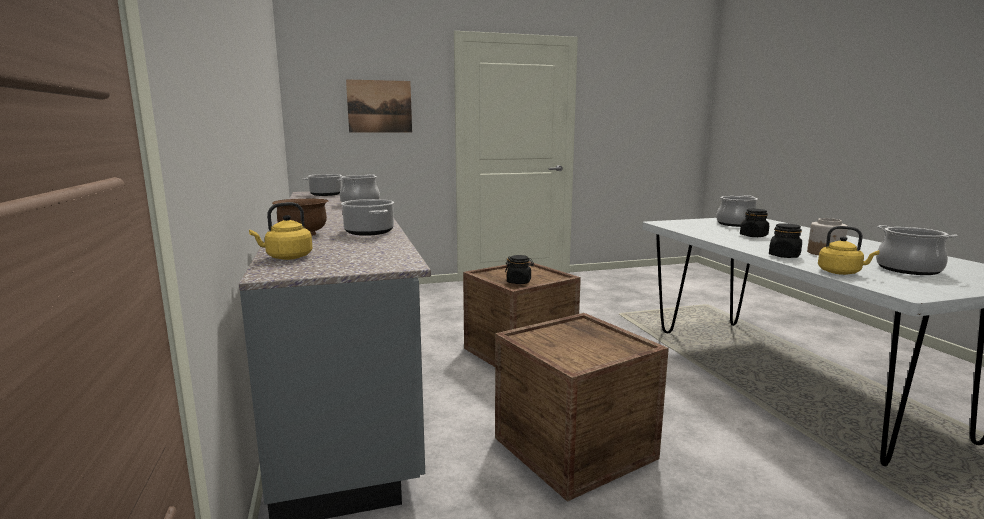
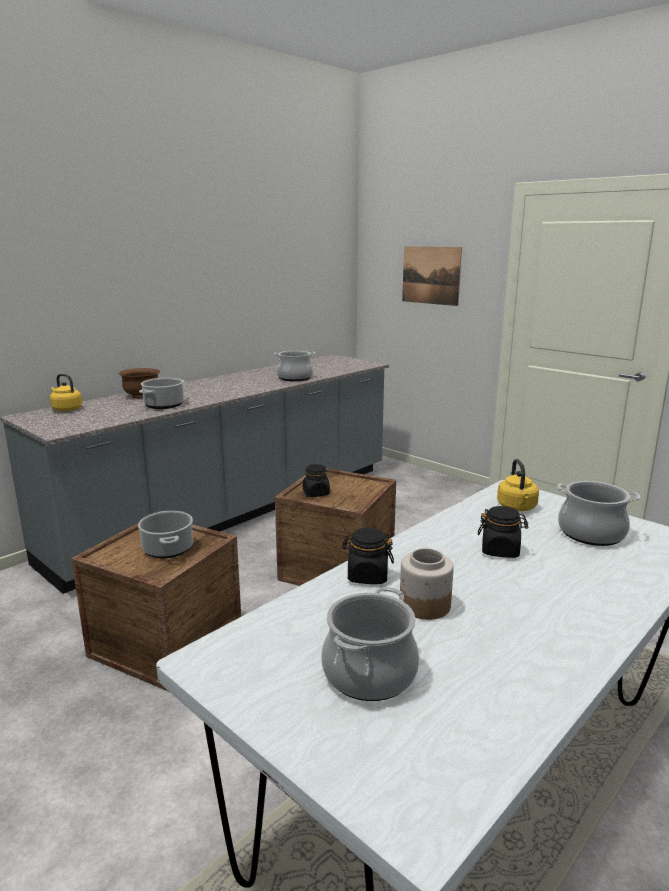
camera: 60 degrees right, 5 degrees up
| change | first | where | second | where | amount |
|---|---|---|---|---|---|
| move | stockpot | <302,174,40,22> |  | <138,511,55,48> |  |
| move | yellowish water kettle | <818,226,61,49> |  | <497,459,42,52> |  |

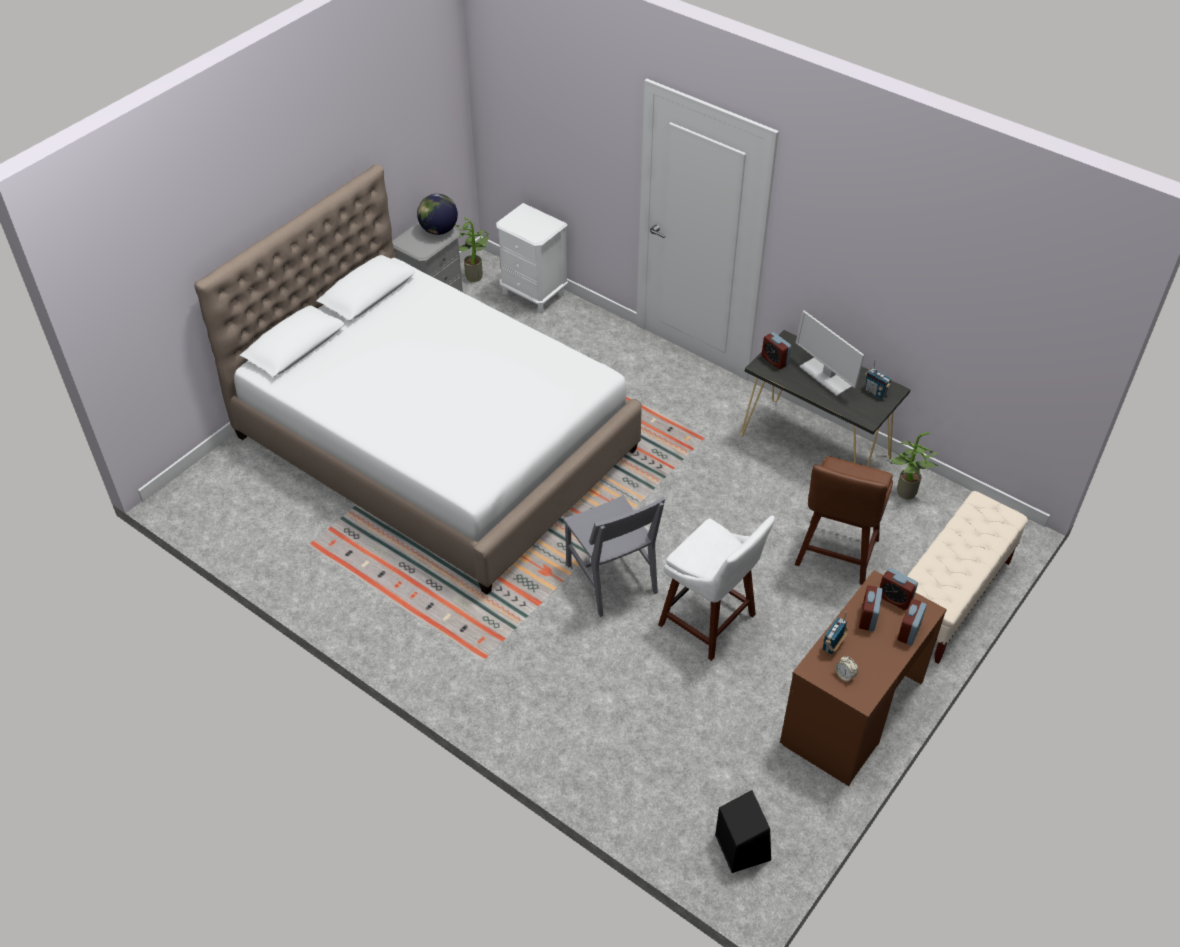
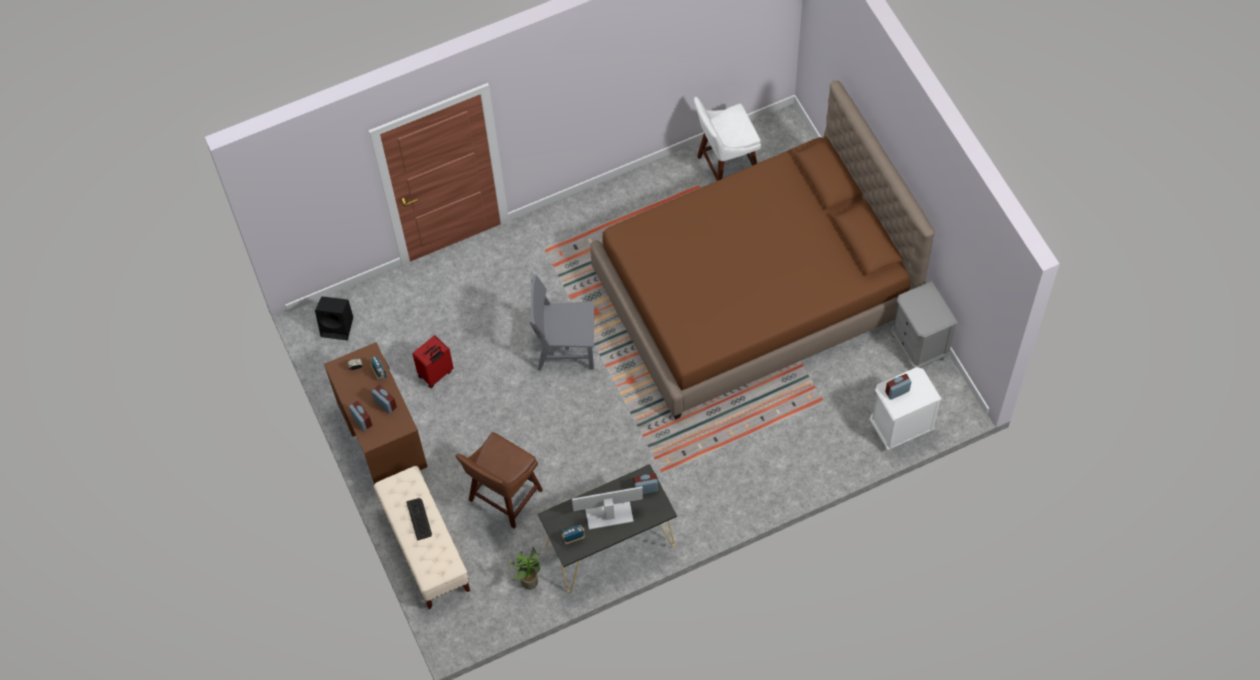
camera: 120 degrees right, 15 degrees up
| change | first | where | second | where | amount |
|---|---|---|---|---|---|
| insert |  |  | PC keyboard | <406,498,26,42> |  |
| insert |  |  | reddish travel case | <412,335,42,53> |  |
| rotate | brown-coloured upright chair | <795,456,98,129> |  | <456,432,87,96> | 105 degrees counterclockwise |
| recolor | white bedroom bed | <194,164,448,431> | brown-coloured bedroom bed | <590,81,345,339> |  |
| move | white upright chair | <658,516,117,145> |  | <694,97,67,84> |  |
| move | alarm clock | <880,568,38,42> |  | <885,374,26,26> |  |
| delete | world globe | <417,194,41,41> |  |  |  |
| delete | potted plant | <454,217,35,65> |  |  |  |

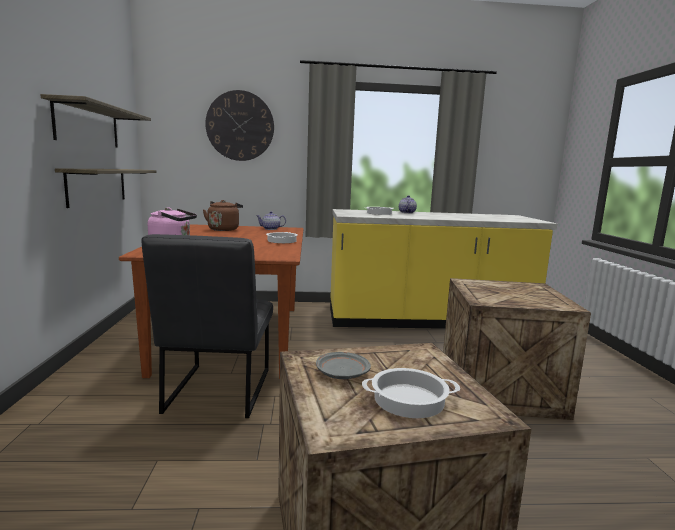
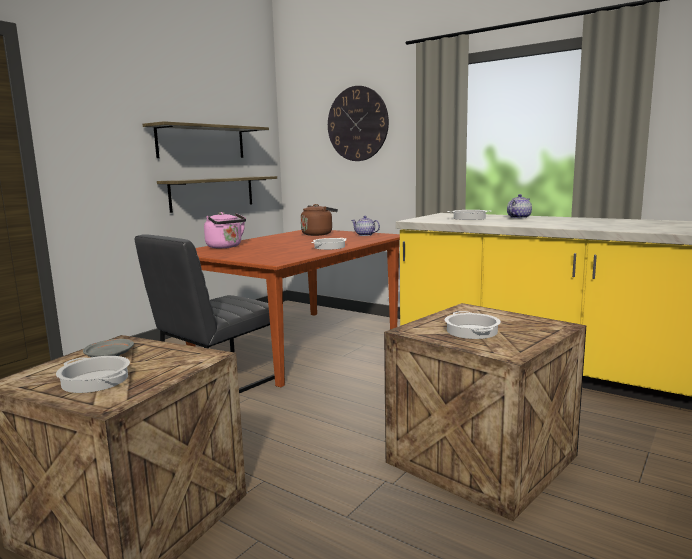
camera: 40 degrees right, 0 degrees up
| change | first | where | second | where | amount |
|---|---|---|---|---|---|
| insert |  |  | stockpot | <445,311,56,28> |  |

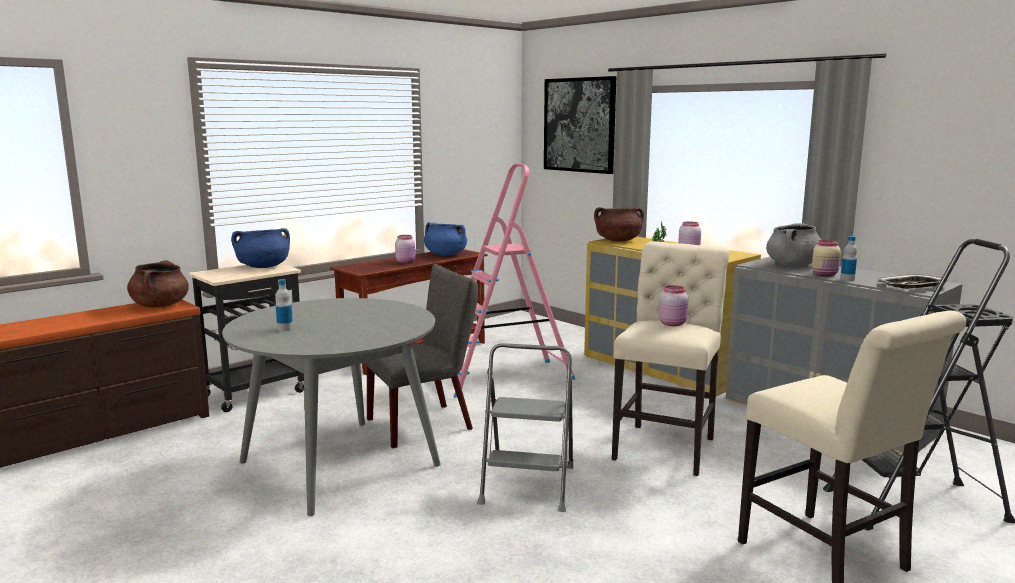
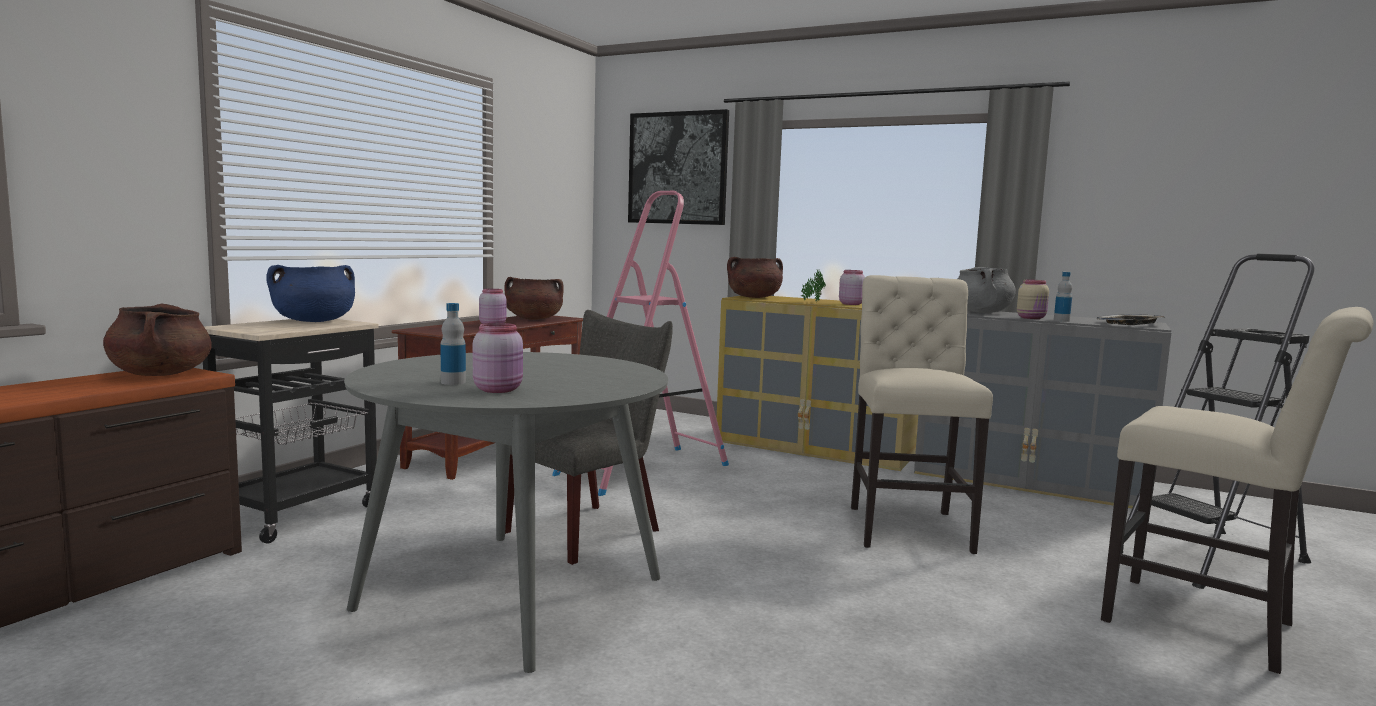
camera: 20 degrees left, 5 degrees down
| change | first | where | second | where | amount |
|---|---|---|---|---|---|
| move | pink storage jar | <659,285,29,41> |  | <473,323,50,70> |  |
| recolor | blue stockpot | <424,222,43,34> | brown-coloured stockpot | <504,277,60,43> |  |
| delete | grey step stool | <477,343,97,169> |  |  |  |

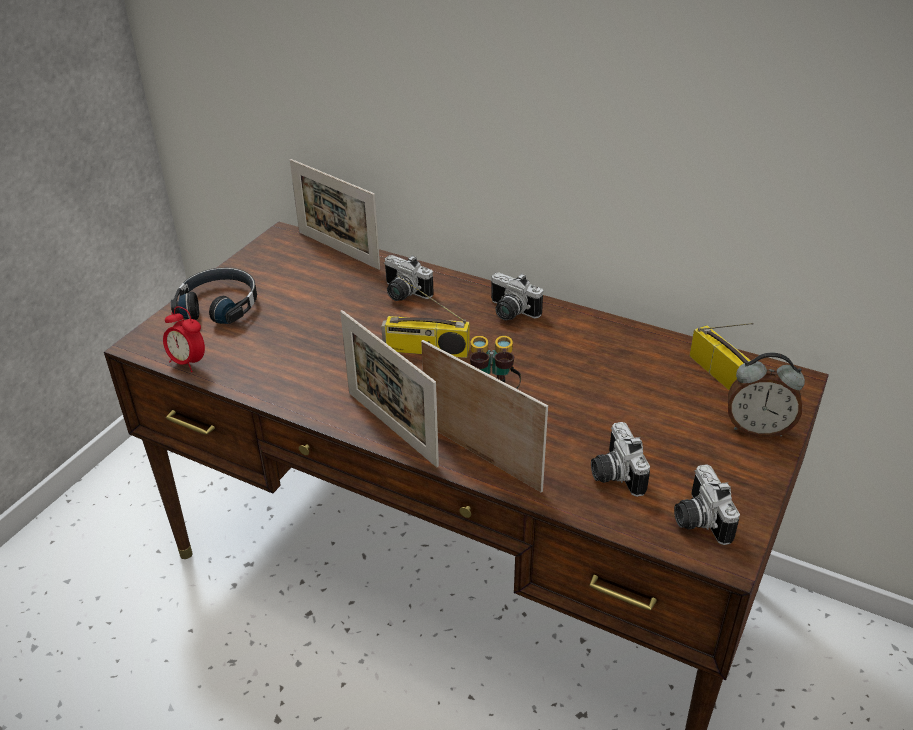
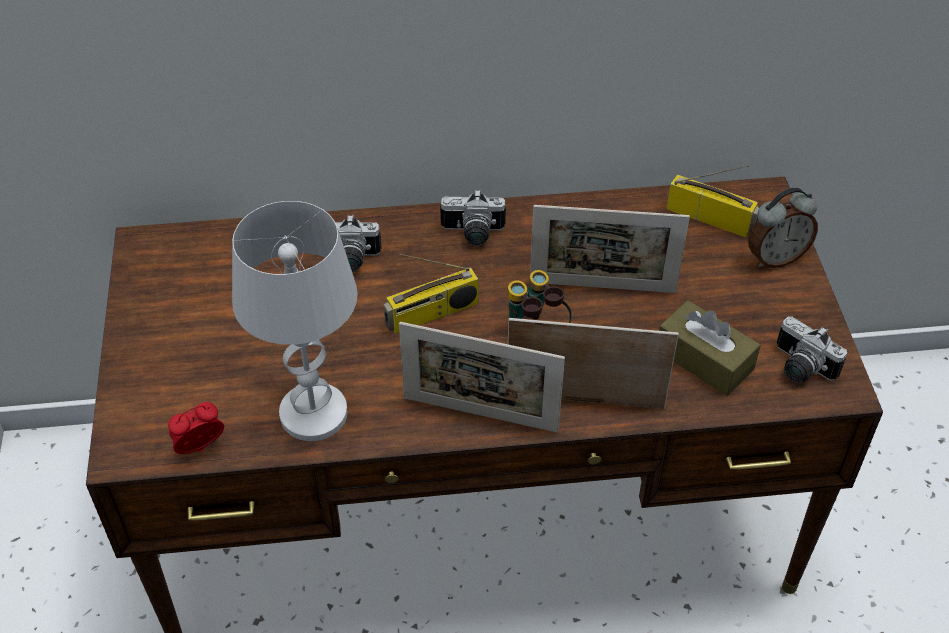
camera: 35 degrees left, 10 degrees up
| change | first | where | second | where | amount |
|---|---|---|---|---|---|
| rotate | alarm clock | <163,306,42,66> |  | <168,402,56,52> | 150 degrees clockwise |
| insert |  |  | white tabletop lamp | <232,201,126,240> |  |
| move | photo frame | <290,159,90,111> |  | <530,205,160,88> |  |
| replace | still camera | <591,422,59,75> | brown-coloured tissue box | <659,300,102,96> |  |
| delete | blackish pair of headphones | <171,268,86,56> |  |  |  |

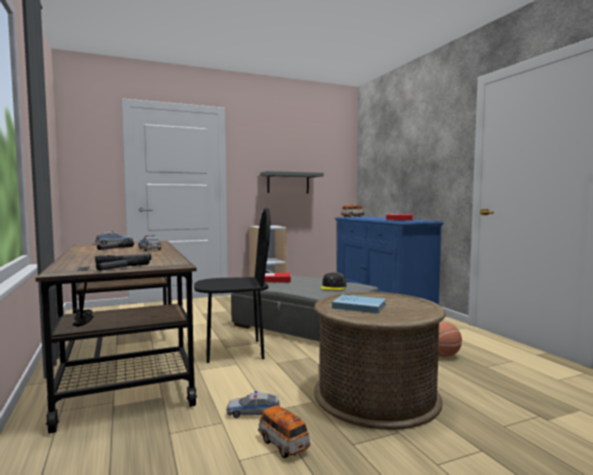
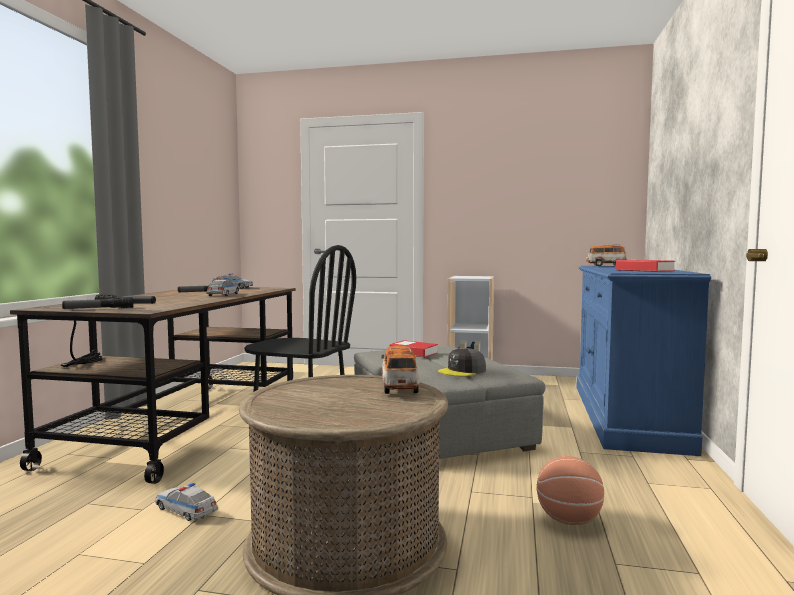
camera: 35 degrees right, 0 degrees up
| change | first | where | second | where | amount |
|---|---|---|---|---|---|
| move | toy car | <258,405,52,53> |  | <381,346,39,48> |  |
| delete | grey wall shelf | <260,171,64,22> |  |  |  |
| delete | blue volume | <332,295,54,19> |  |  |  |

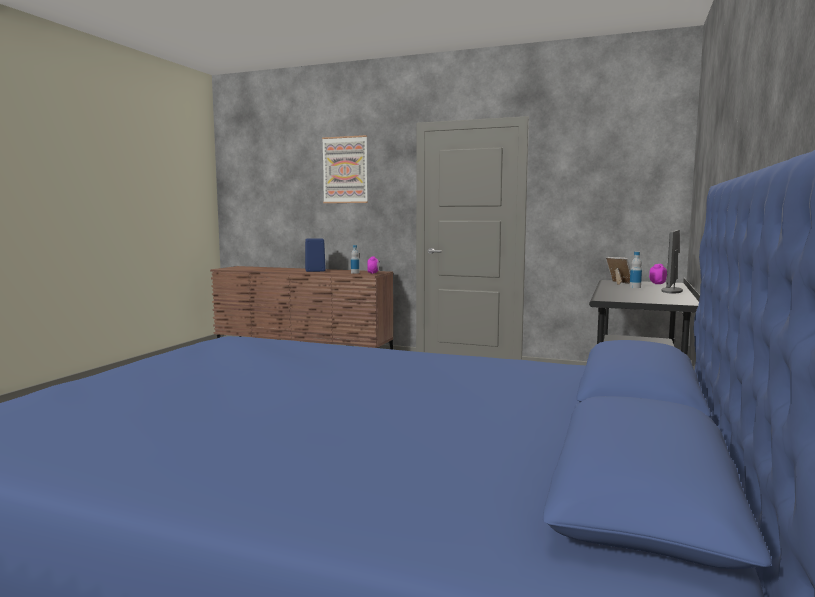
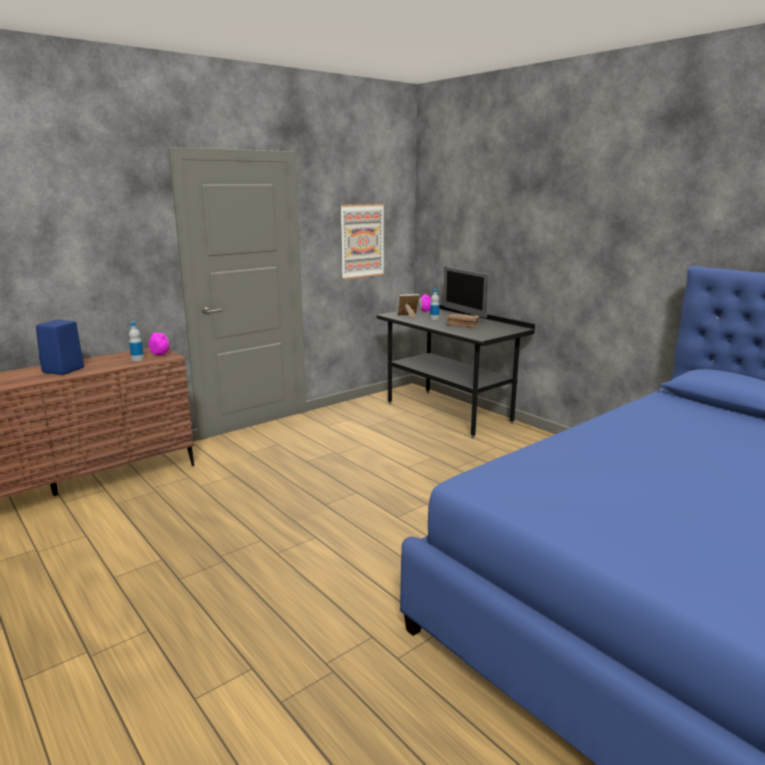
camera: 60 degrees left, 10 degrees up
| change | first | where | second | where | amount |
|---|---|---|---|---|---|
| move | wall art | <322,135,46,68> |  | <340,204,44,75> |  |
| insert |  |  | brown-coloured volume | <445,314,35,14> |  |

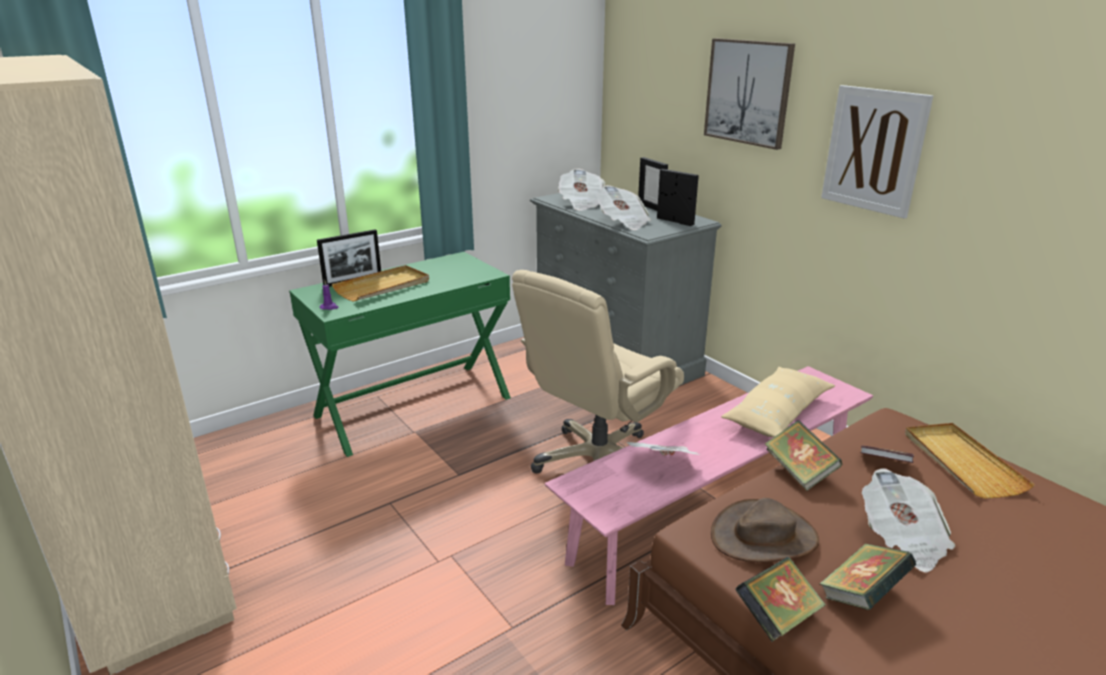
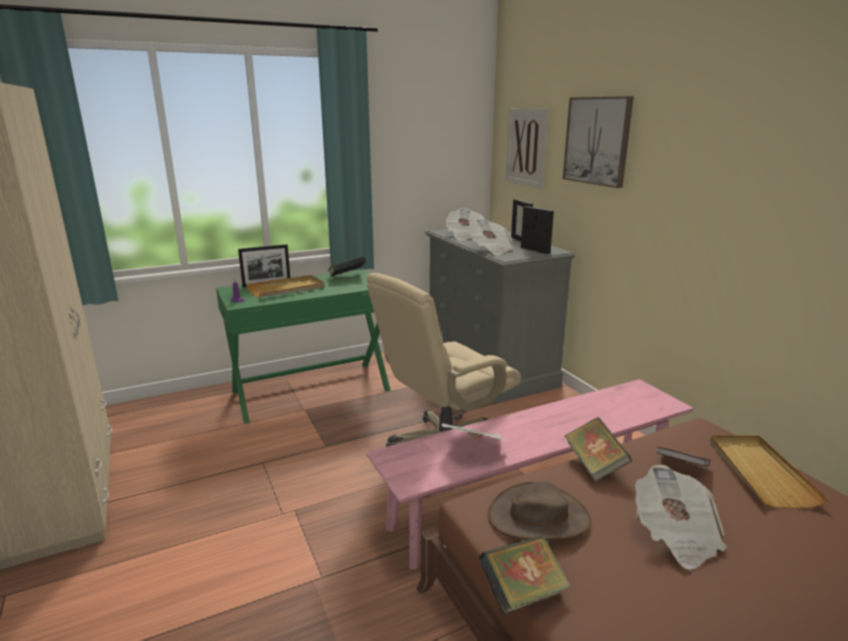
camera: 10 degrees right, 5 degrees down
| change | first | where | second | where | amount |
|---|---|---|---|---|---|
| move | volume | <820,544,96,66> |  | <328,256,38,21> |  |
| move | wall art | <821,85,112,134> |  | <506,108,43,80> |  |
| delete | beige-coloured throw pillow | <721,367,114,70> |  |  |  |

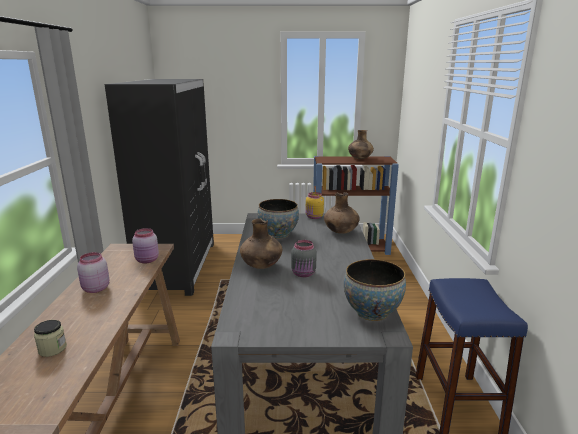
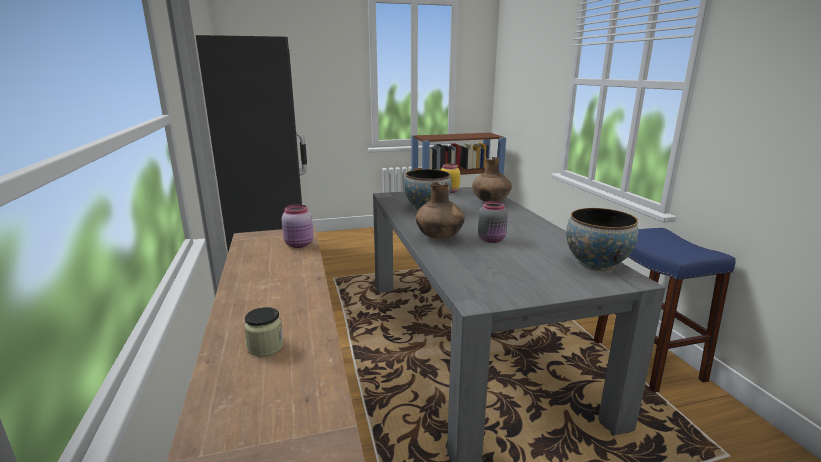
camera: 15 degrees left, 0 degrees up
| change | first | where | second | where | amount |
|---|---|---|---|---|---|
| delete | pink storage jar | <77,252,32,41> |  |  |  |
| delete | brown-coloured flower vase | <348,130,26,29> |  |  |  |

